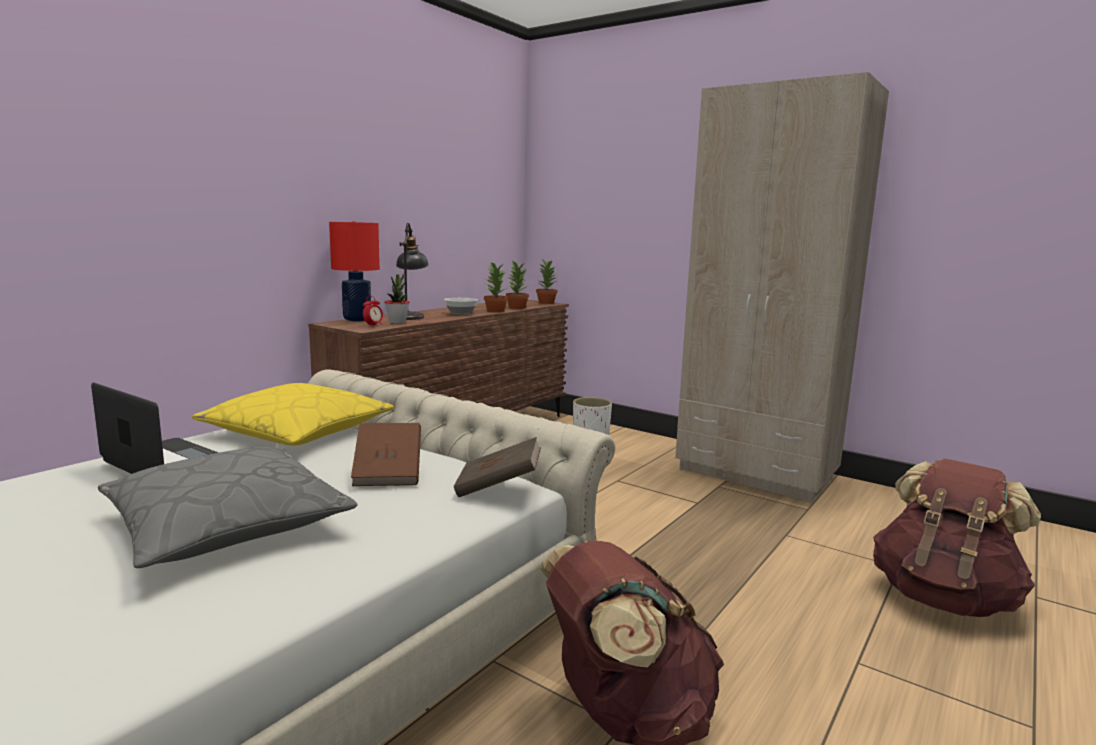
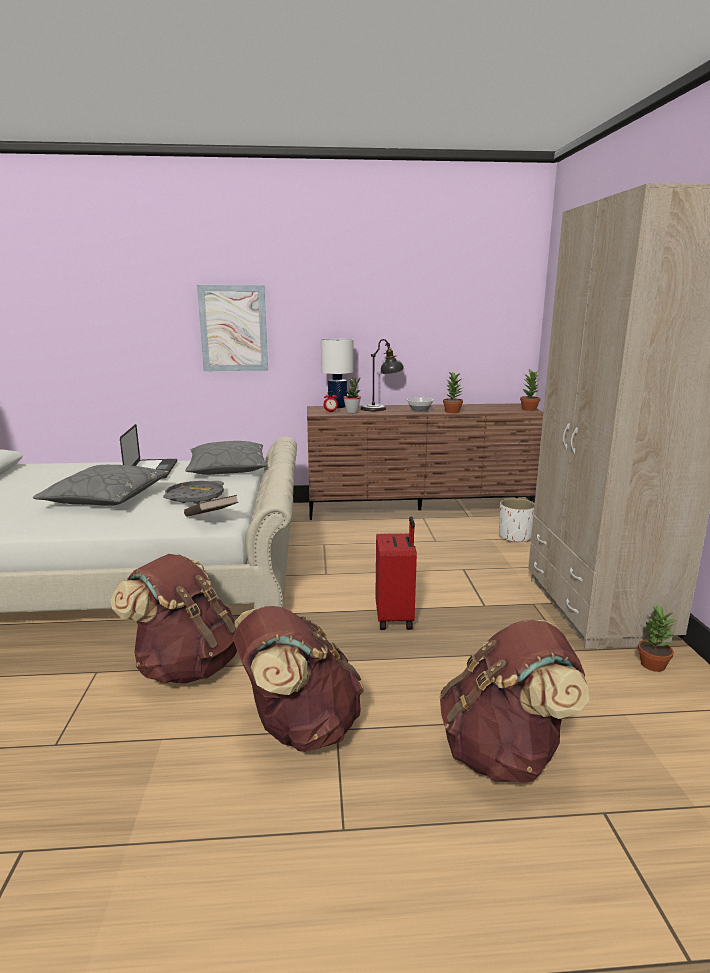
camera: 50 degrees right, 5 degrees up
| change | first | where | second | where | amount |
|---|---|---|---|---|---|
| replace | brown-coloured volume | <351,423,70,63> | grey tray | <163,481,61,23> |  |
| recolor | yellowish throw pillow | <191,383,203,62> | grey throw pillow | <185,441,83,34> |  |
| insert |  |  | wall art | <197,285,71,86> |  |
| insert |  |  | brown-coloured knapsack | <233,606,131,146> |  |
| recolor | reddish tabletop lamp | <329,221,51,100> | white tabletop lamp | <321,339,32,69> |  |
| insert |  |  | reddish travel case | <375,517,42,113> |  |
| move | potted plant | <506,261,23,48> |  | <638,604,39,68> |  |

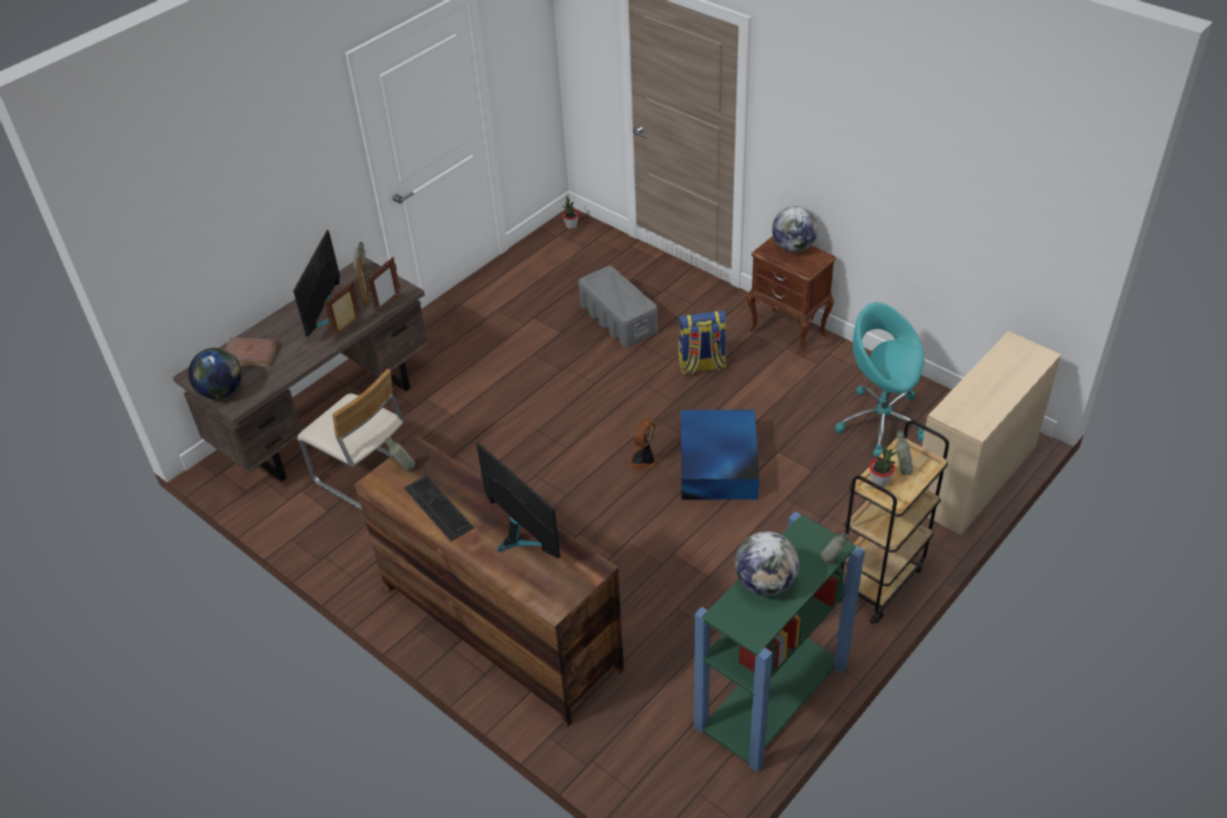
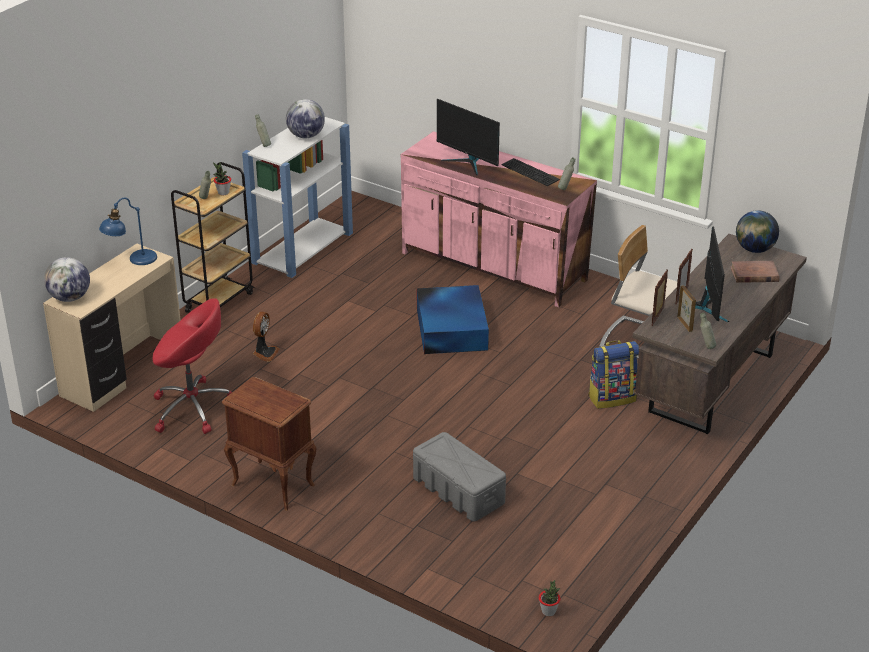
camera: 170 degrees right, 10 degrees down
| change | first | where | second | where | amount |
|---|---|---|---|---|---|
| move | world globe | <772,206,46,46> |  | <44,257,46,45> |  |
| insert |  |  | blue tabletop lamp | <99,198,58,67> |  |
| recolor | blue-green office chair | <835,302,90,155> | reddish office chair | <153,298,79,136> |  |
| recolor | green bookshelf | <694,511,171,261> | white bookshelf | <242,117,111,161> |  |
| move | electric fan | <627,418,31,51> |  | <253,312,27,50> |  |
| recolor | brown-coloured storage cabinet | <354,436,270,291> | pink storage cabinet | <401,131,196,176> |  |
| move | blue storage box | <681,410,78,90> |  | <417,285,72,69> |  |
| move | knapsack | <678,310,49,65> |  | <588,341,51,68> |  |

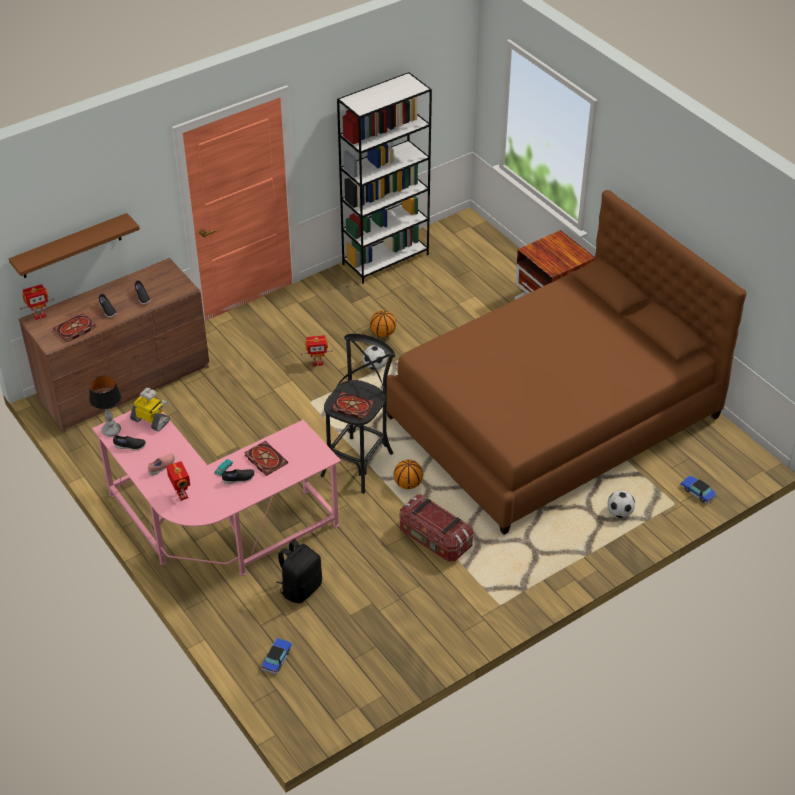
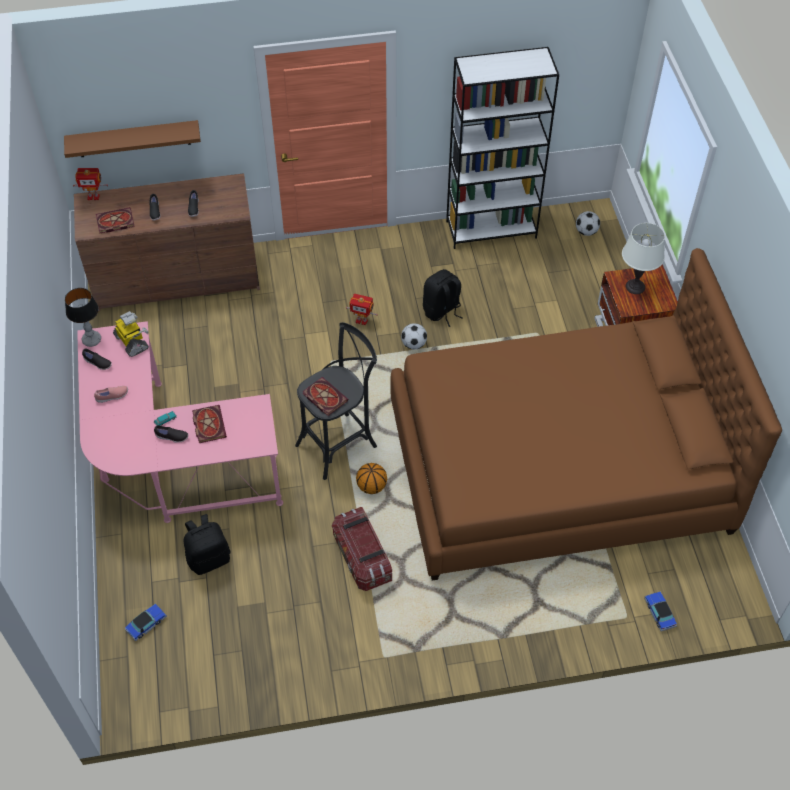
camera: 25 degrees right, 10 degrees up
| change | first | where | second | where | amount |
|---|---|---|---|---|---|
| replace | basketball | <370,311,26,26> | blackish knapsack | <423,269,40,58> |  |
| move | football | <607,490,28,28> |  | <576,211,24,25> |  |
| insert |  |  | white tabletop lamp | <622,223,43,71> |  |
| delete | model robot | <166,461,24,40> |  |  |  |

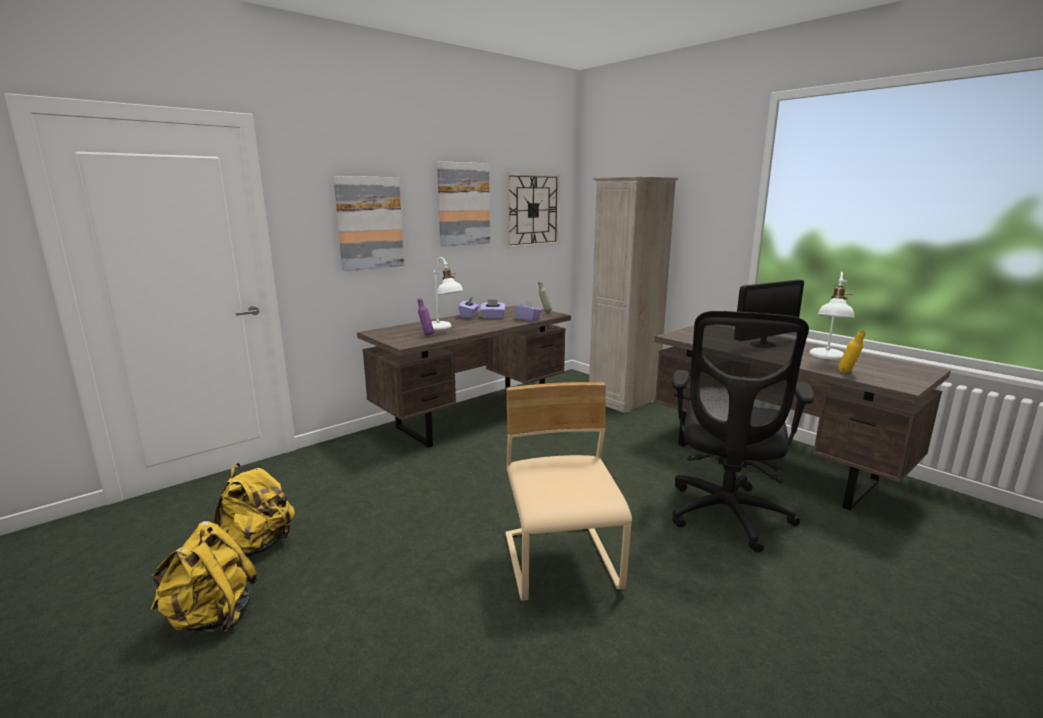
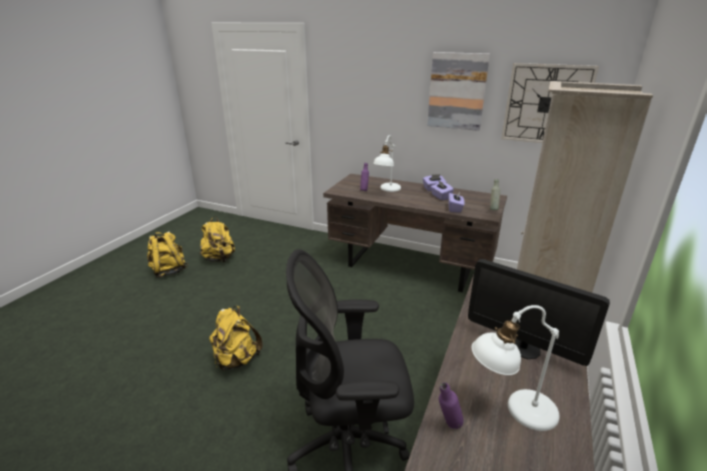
camera: 65 degrees right, 10 degrees up
| change | first | where | second | where | amount |
|---|---|---|---|---|---|
| replace | beige-coloured upright chair | <506,382,126,219> | yellowish knapsack | <209,306,54,65> |  |
| recolor | yellowish bottle | <838,330,28,43> | purple bottle | <439,382,25,47> |  |
| delete | wall art | <334,176,70,95> |  |  |  |

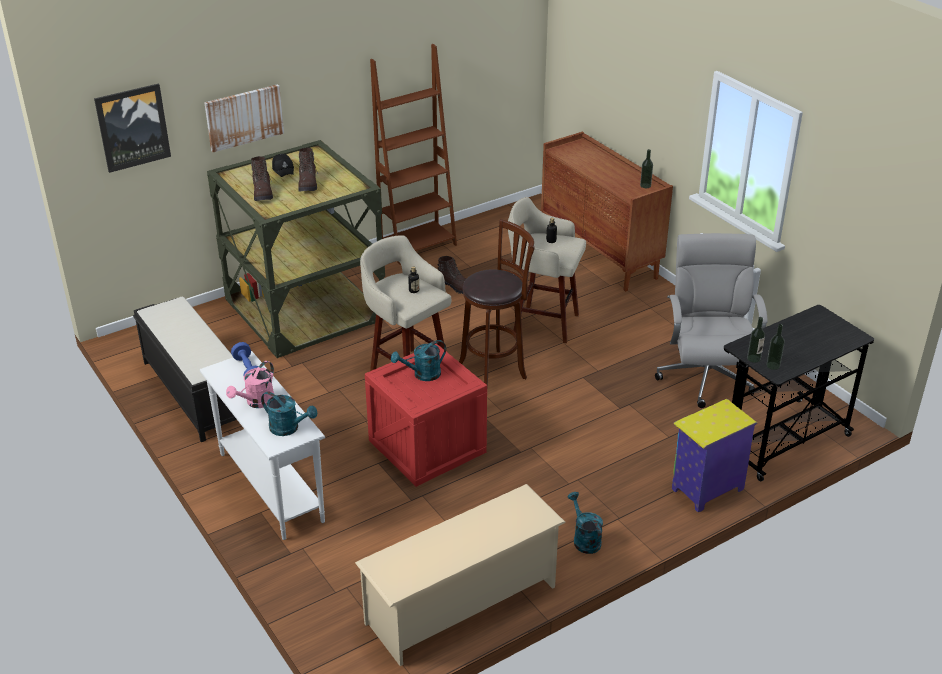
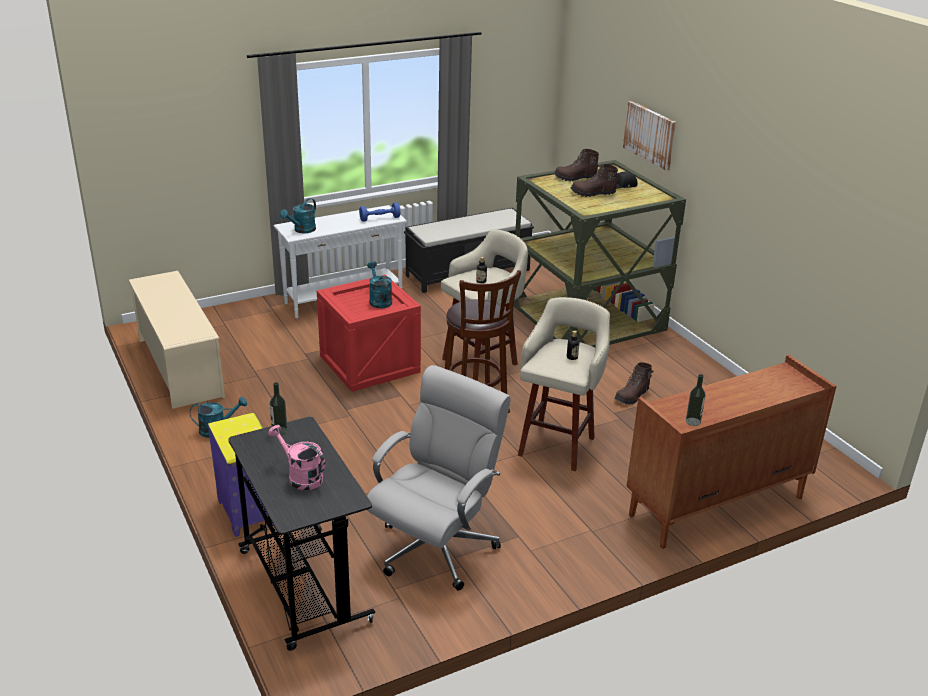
camera: 95 degrees right, 5 degrees down
| change | first | where | second | where | amount |
|---|---|---|---|---|---|
| move | pink watering pot | <226,361,48,47> |  | <268,425,57,65> |  |
| rotate | grey office chair | <655,233,113,175> |  | <367,365,144,226> | 60 degrees counterclockwise |
| delete | wall art | <94,83,77,90> |  |  |  |
| delete | brown-coloured bookshelf | <370,44,87,221> |  |  |  |
| delete | bottle | <766,324,19,46> |  |  |  |

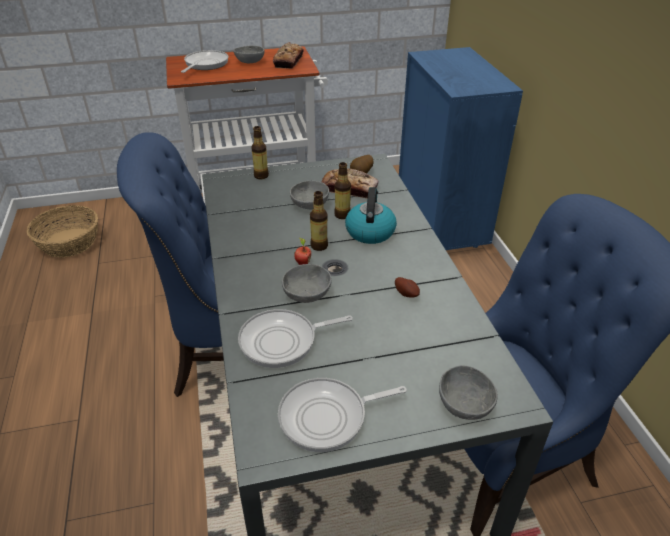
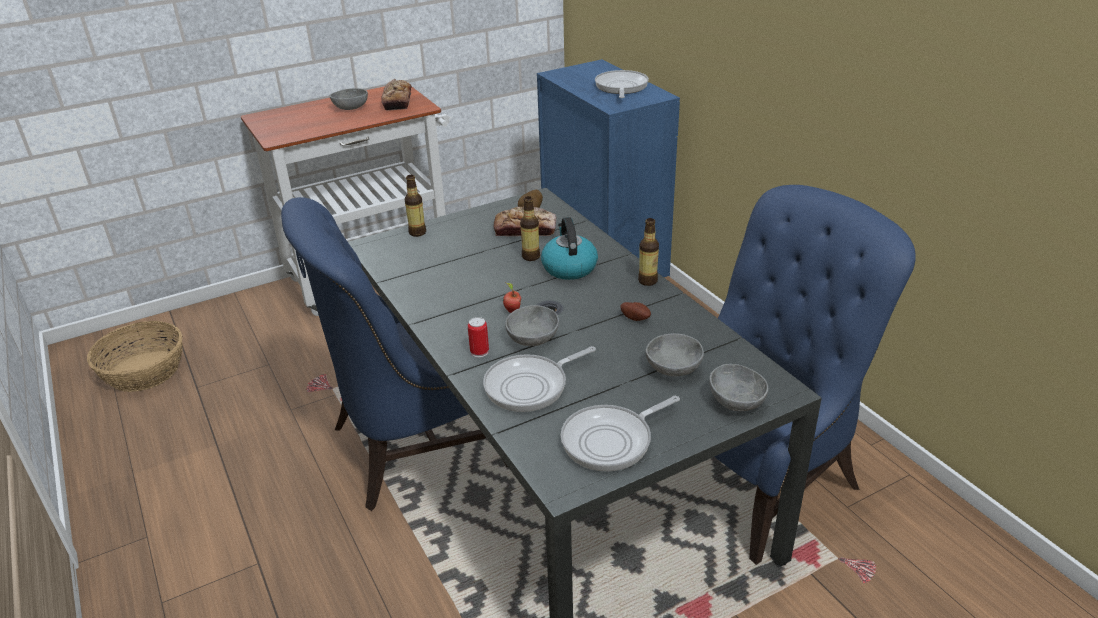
camera: 15 degrees left, 5 degrees down
| change | first | where | second | where | amount |
|---|---|---|---|---|---|
| insert |  |  | metal can | <468,317,21,41> |  |
| move | skillet | <181,50,47,23> |  | <595,70,54,28> |  |
| move | bottle | <310,191,18,60> |  | <638,218,21,68> |  |
| move | grey serving bowl | <290,181,39,28> |  | <645,333,59,43> |  |

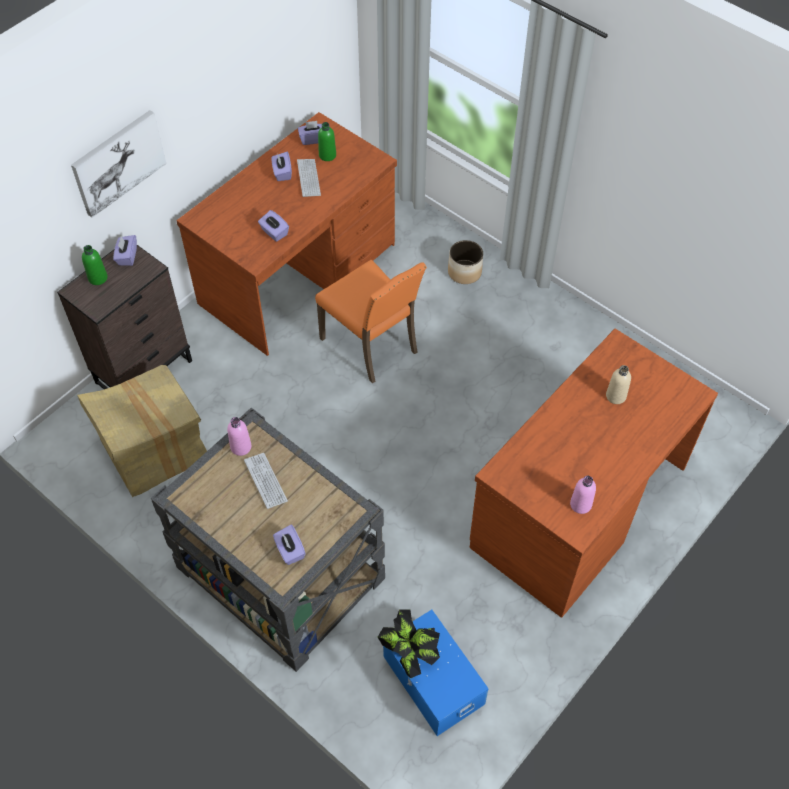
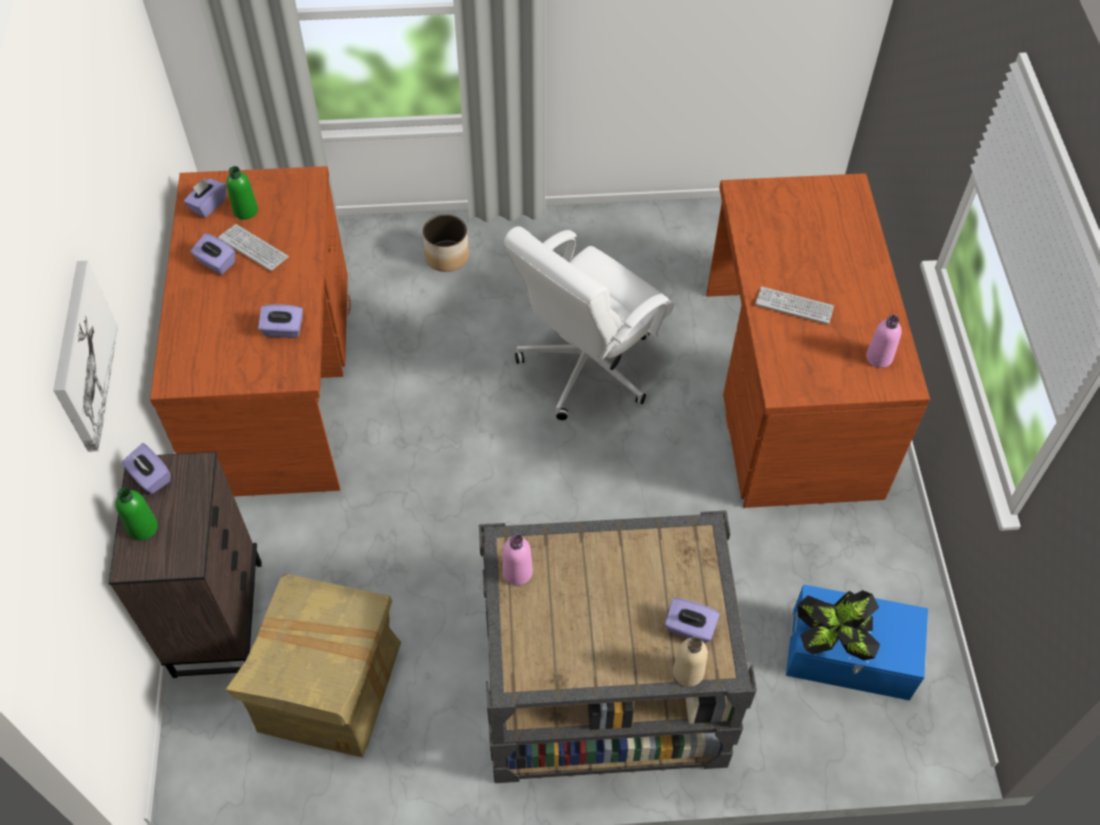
camera: 45 degrees left, 0 degrees up
| change | first | where | second | where | amount |
|---|---|---|---|---|---|
| insert |  |  | white office chair | <504,226,170,194> |  |
| move | beige-coloured bottle | <606,365,25,39> |  | <673,637,35,50> |  |
| move | PC keyboard | <244,453,44,56> |  | <755,286,79,38> |  |
| delete | orange upright chair | <315,260,112,123> |  |  |  |

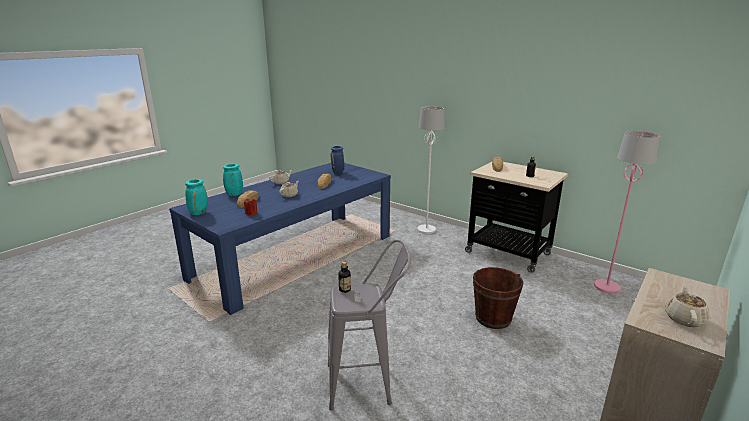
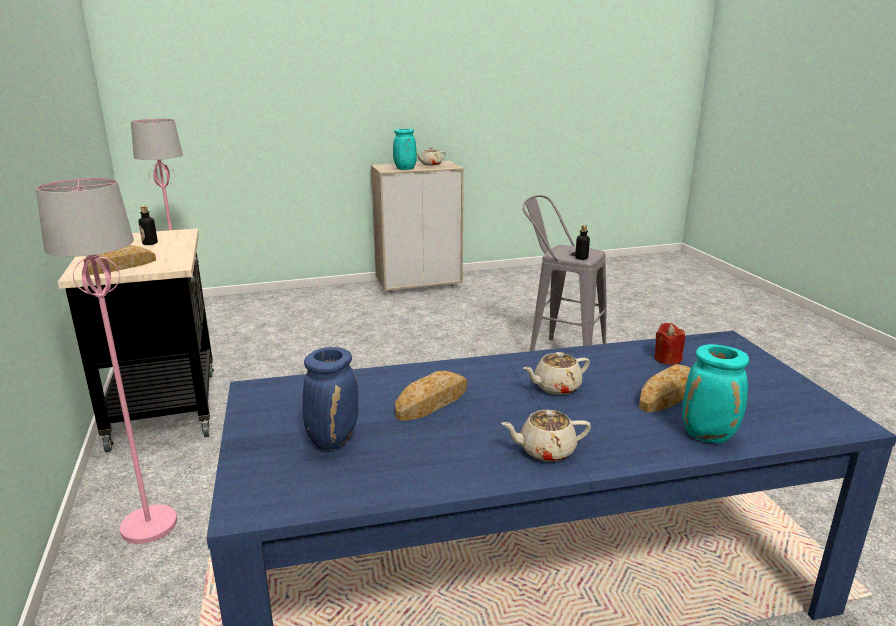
camera: 145 degrees left, 0 degrees up
| change | first | where | second | where | amount |
|---|---|---|---|---|---|
| recolor | white standing lamp | <417,106,28,128> | pink standing lamp | <36,178,141,366> |  |
| move | blue-green flower vase | <185,179,23,36> |  | <393,129,24,41> |  |
| delete | brown-coloured bucket | <473,267,50,62> |  |  |  |

